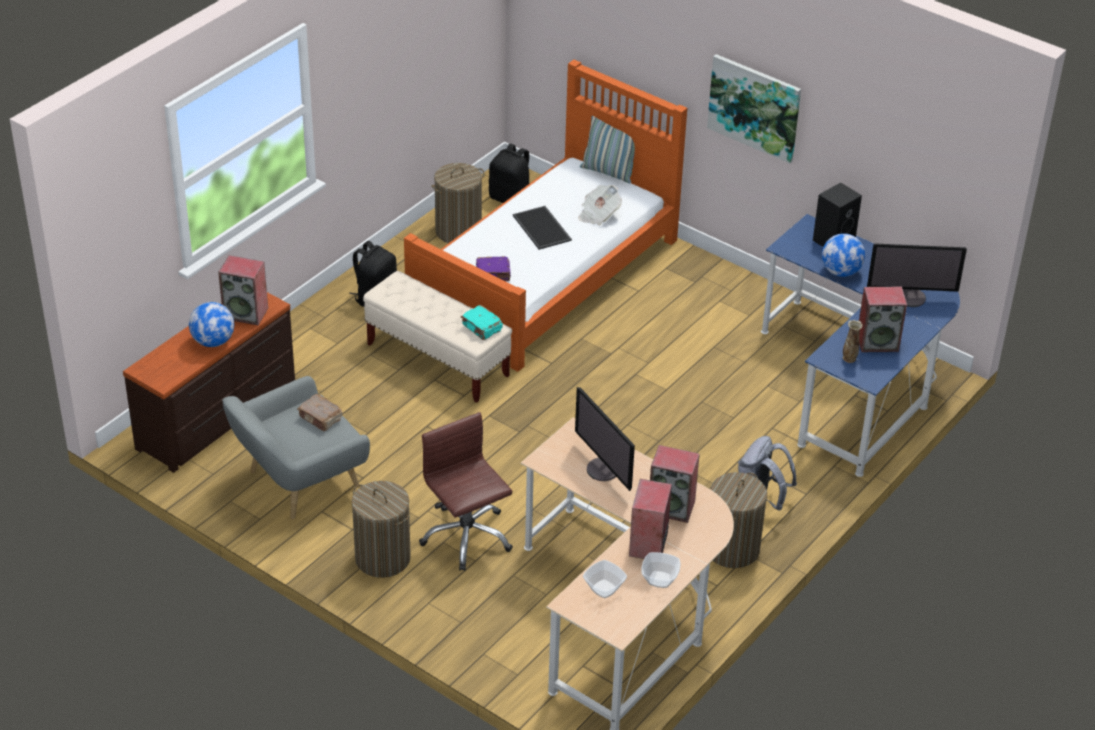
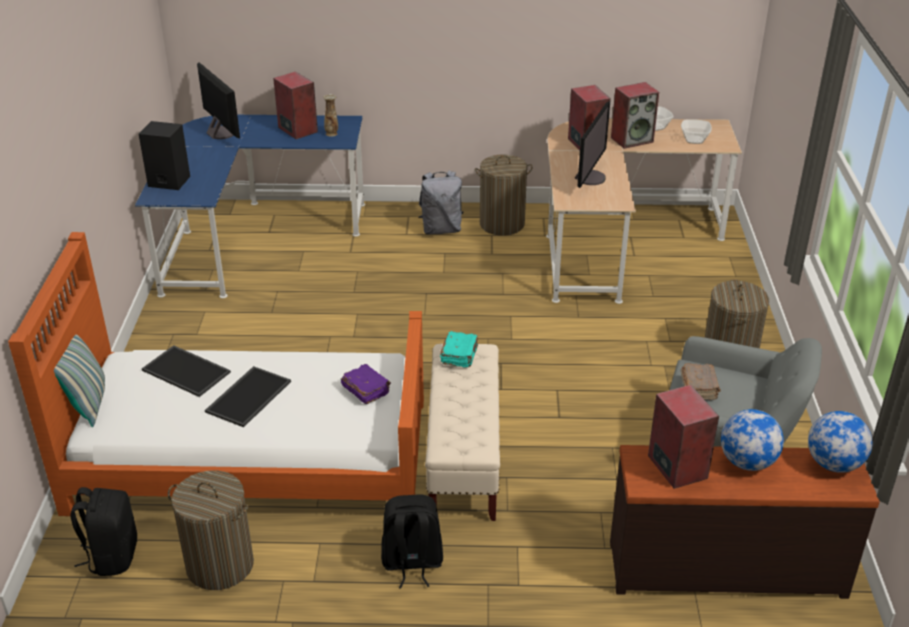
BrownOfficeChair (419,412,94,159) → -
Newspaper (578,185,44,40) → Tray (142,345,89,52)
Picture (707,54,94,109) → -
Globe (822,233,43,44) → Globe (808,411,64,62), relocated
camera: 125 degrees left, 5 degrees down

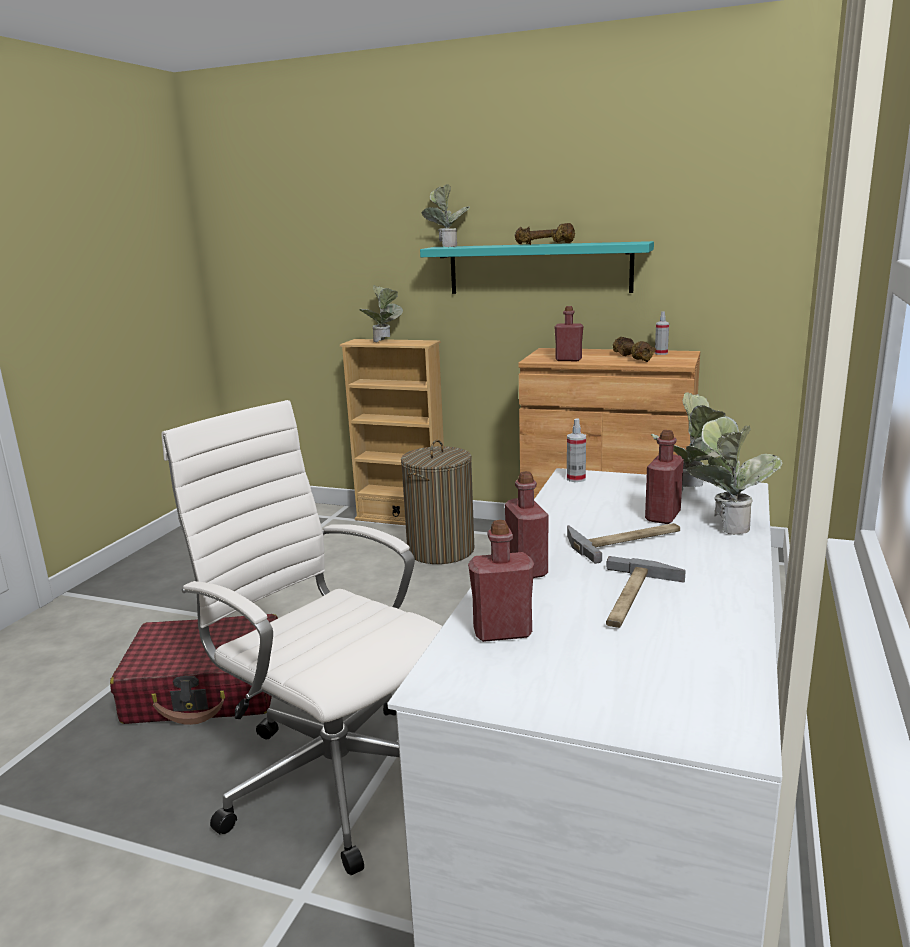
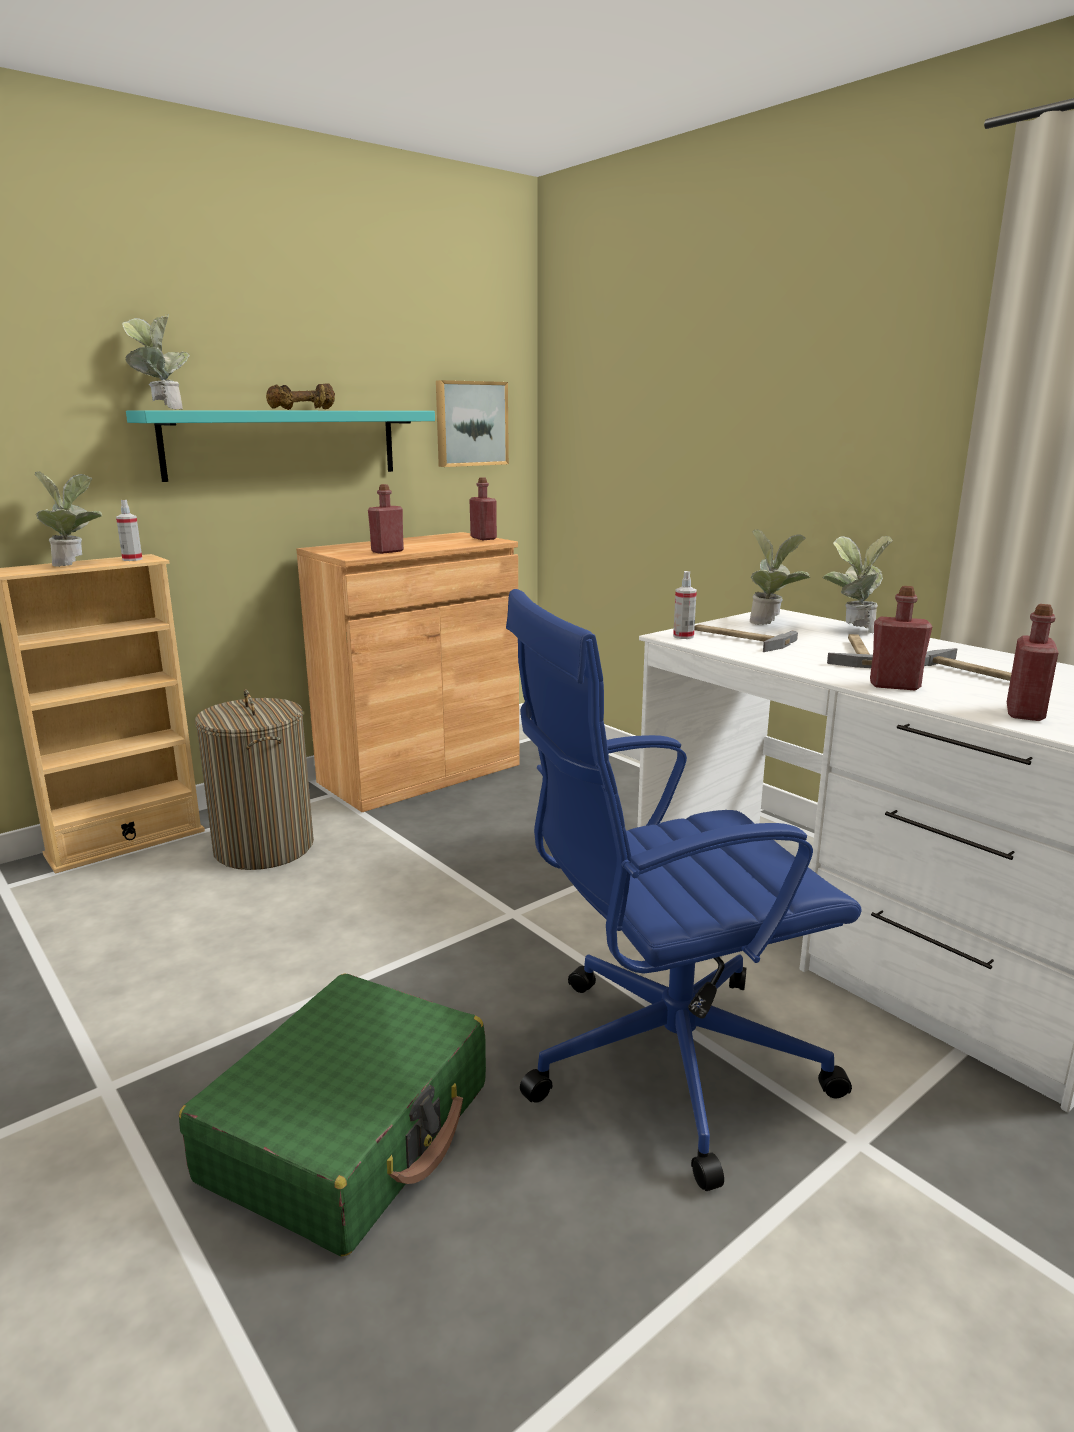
RedSuitcase (110,614,168,111) → GreenSuitcase (179,974,307,283)
WhiteOfficeChair (161,400,281,475) → BlueOfficeChair (506,589,356,602)
BrownDumbbell (613,337,43,25) → -
RedBottle (645,430,39,94) → RedBottle (469,477,28,63), relocated
SprayBottle (655,311,14,44) → SprayBottle (116,500,26,61), relocated
- → Picture (436,380,73,87)
- → Hammer (694,624,104,28)
camera: 60 degrees left, 0 degrees up

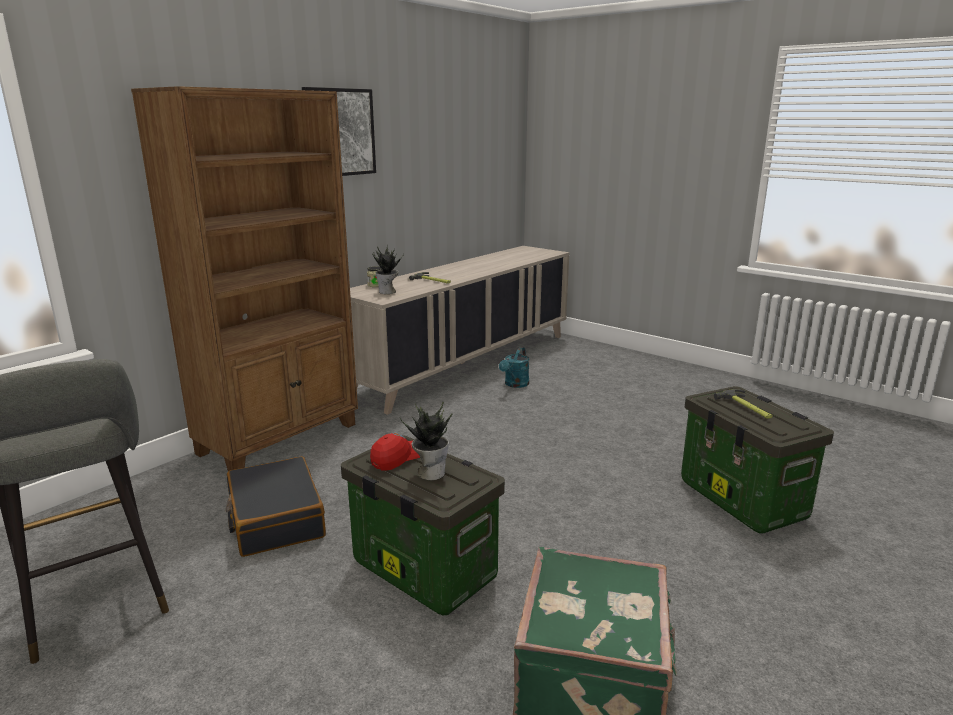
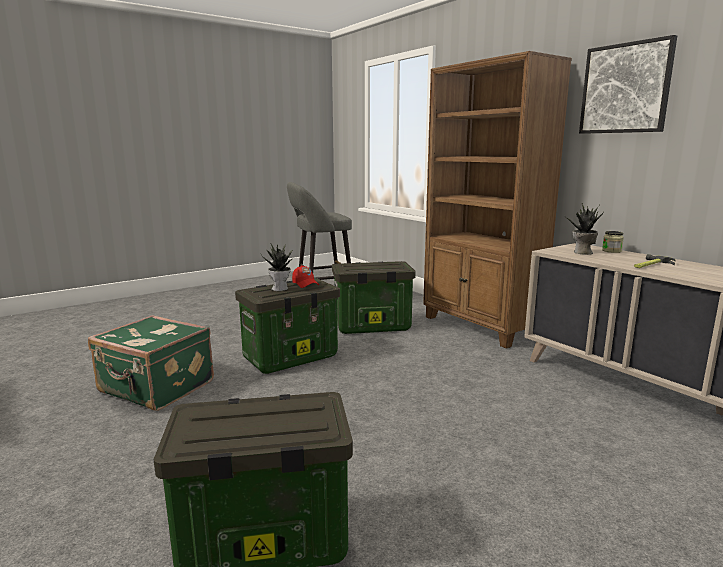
BlackSuitcase (226,456,100,101) → StorageBox (332,261,84,73)
TurquoiseWateringCan (499,347,30,41) → -
Hammer (714,389,59,30) → -
camera: 105 degrees right, 5 degrees down

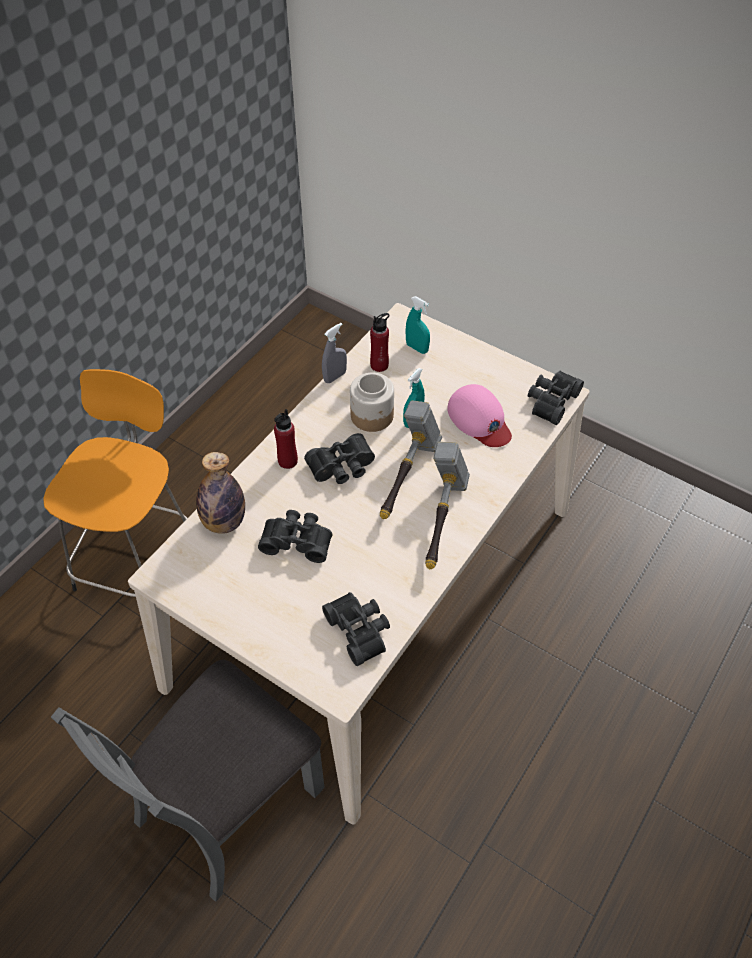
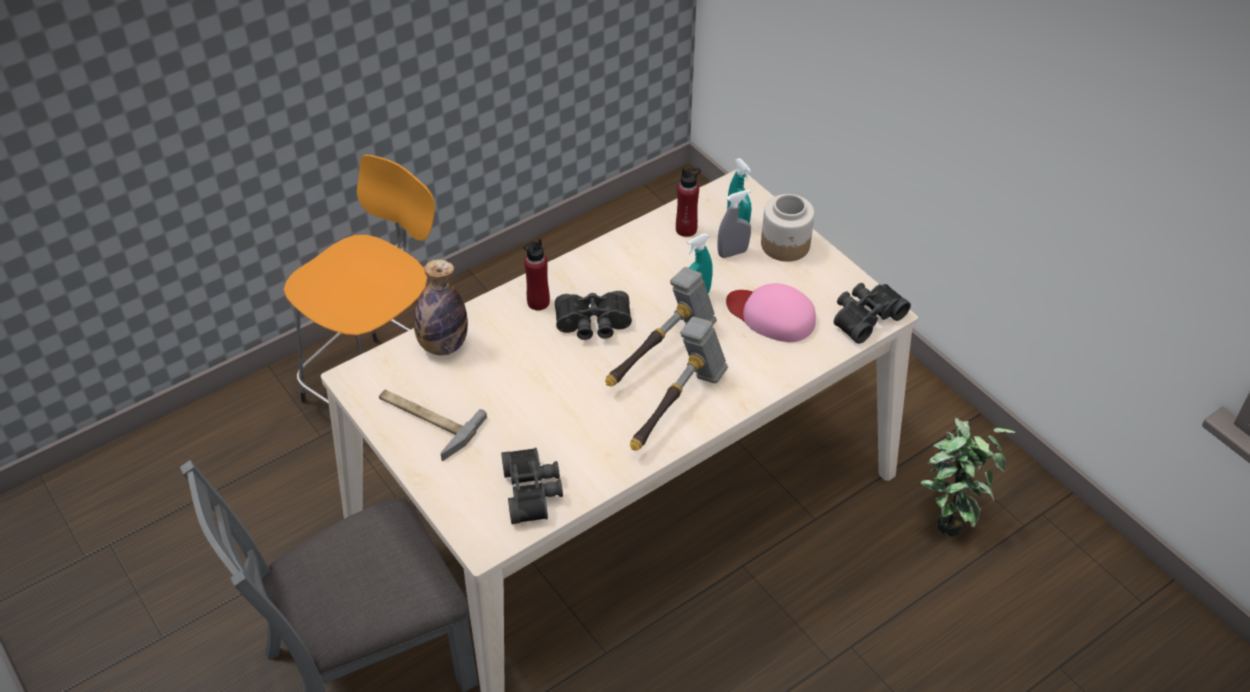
BlackBinoculars (258,510,75,53) → -
GreySprayBottle (322,323,25,60) → GreySprayBottle (718,190,33,68), relocated
Jar (350,373,44,59) → Jar (761,194,54,68), relocated
PinkCap (447,384,65,63) → PinkCap (726,283,90,59), 135 degrees clockwise
- → Hammer (379,390,108,71)
- → PottedPlant (921,418,94,119)
camera: 20 degrees right, 5 degrees down

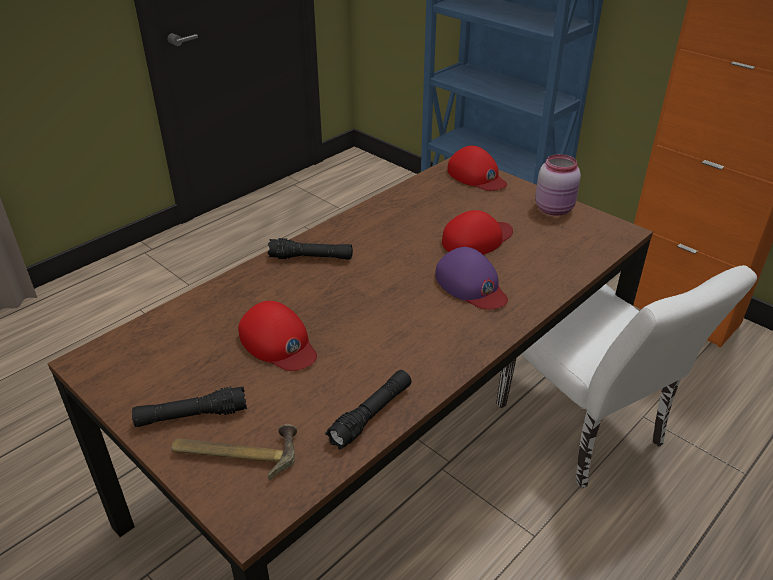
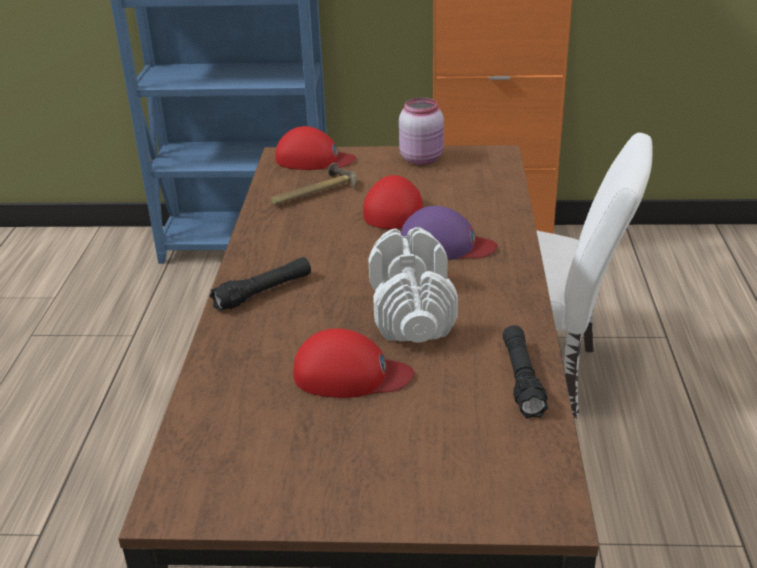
BlackFlashlight (132,386,115,41) → -
Hammer (172,424,125,57) → Hammer (271,163,86,42), relocated
- → WhiteDumbbell (368,227,90,116)
camera: 40 degrees left, 5 degrees down

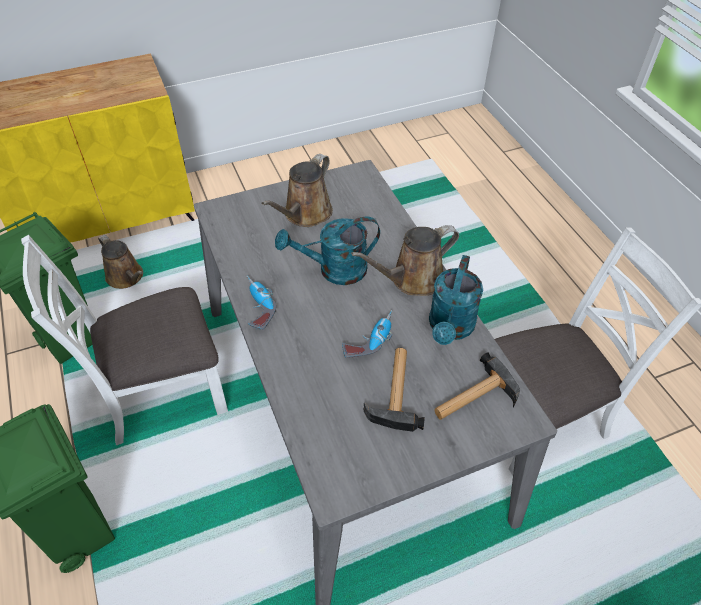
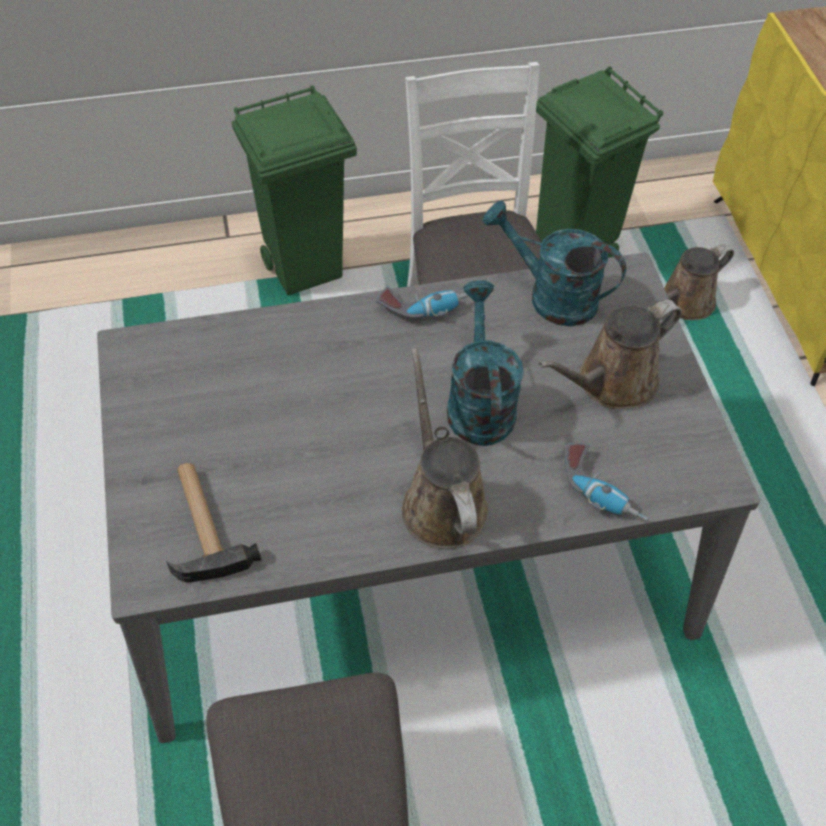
BrownWateringCan (261,154,72,73) → BrownWateringCan (539,300,143,109), 75 degrees counterclockwise
PowerDrill (342,310,51,48) → PowerDrill (565,443,83,78), relocated
Hammer (364,348,61,84) → -
TurquoiseWateringCan (429,255,54,90) → TurquoiseWateringCan (483,201,143,125), relocated
camera: 100 degrees right, 5 degrees up

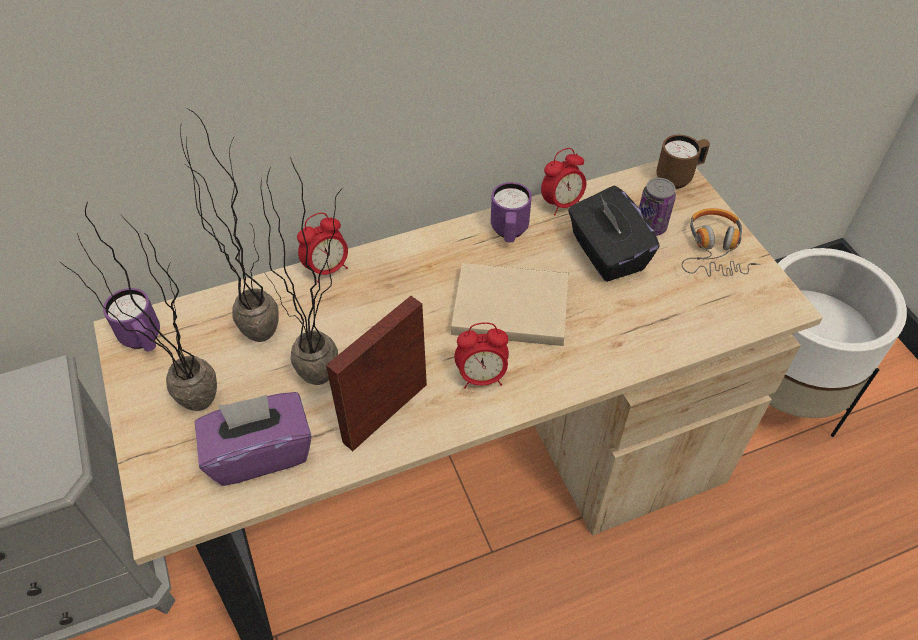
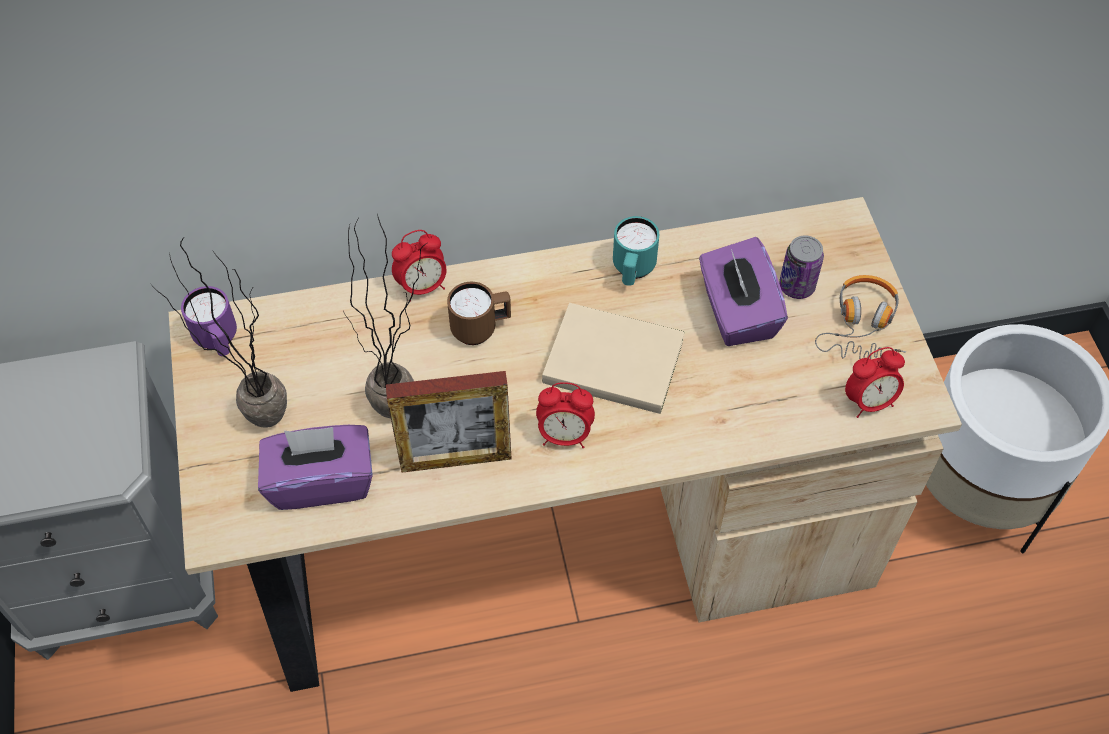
PottedPlant (180,107,99,235) → -
PictureFrame (326,296,101,155) → PictureFrame (386,371,126,102), 150 degrees counterclockwise
PurpleMug (491,182,41,61) → TurquoiseMug (613,216,47,70)
AlarmClock (541,148,45,67) → AlarmClock (845,347,60,71), relocated
BlackTissueBox (568,186,92,96) → PurpleTissueBox (699,237,89,109)
BrownMug (656,135,54,54) → BrownMug (447,282,64,63), relocated
camera: 10 degrees right, 5 degrees up

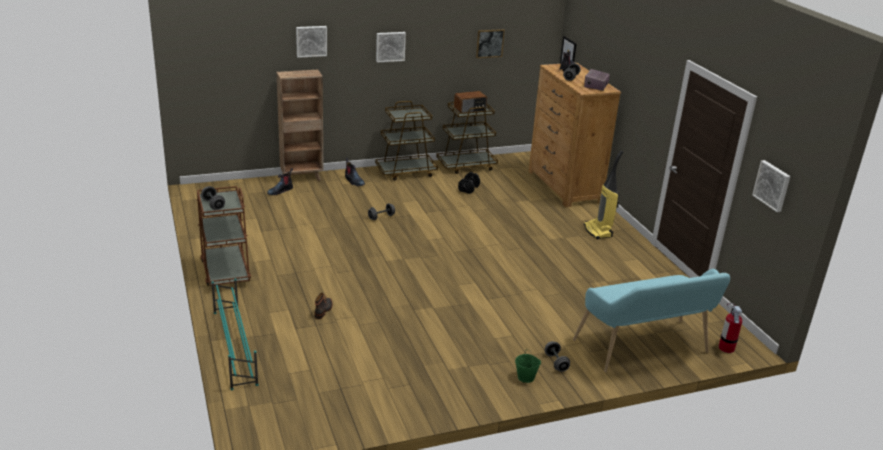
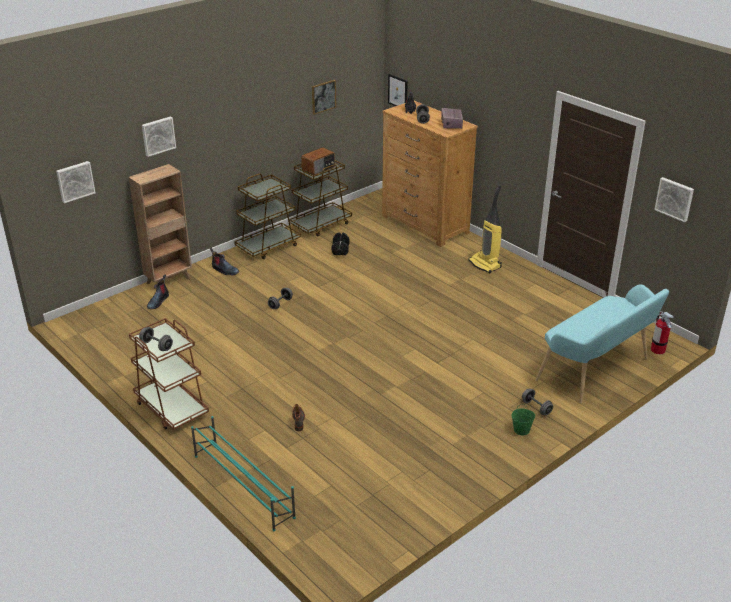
Picture (376,32,30,30) → Picture (56,161,39,42), relocated
camera: 20 degrees left, 5 degrees up

